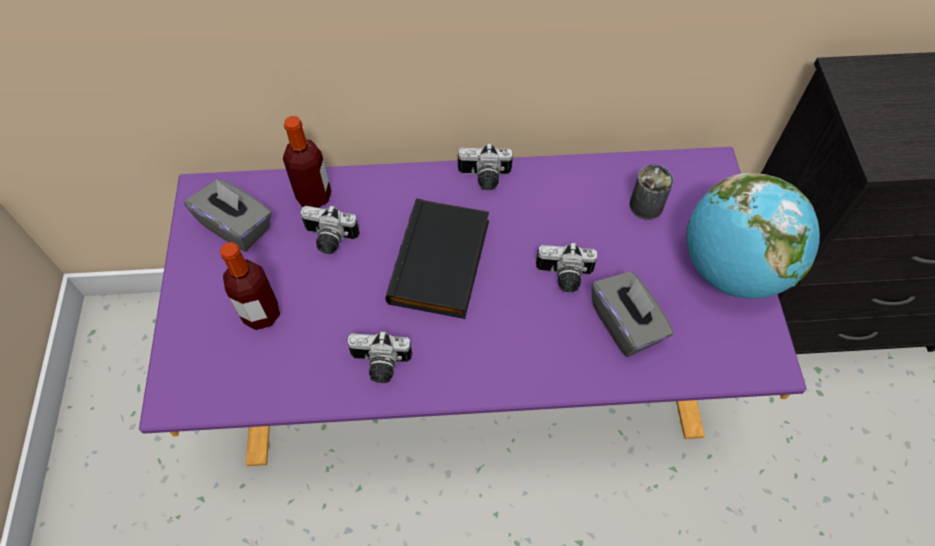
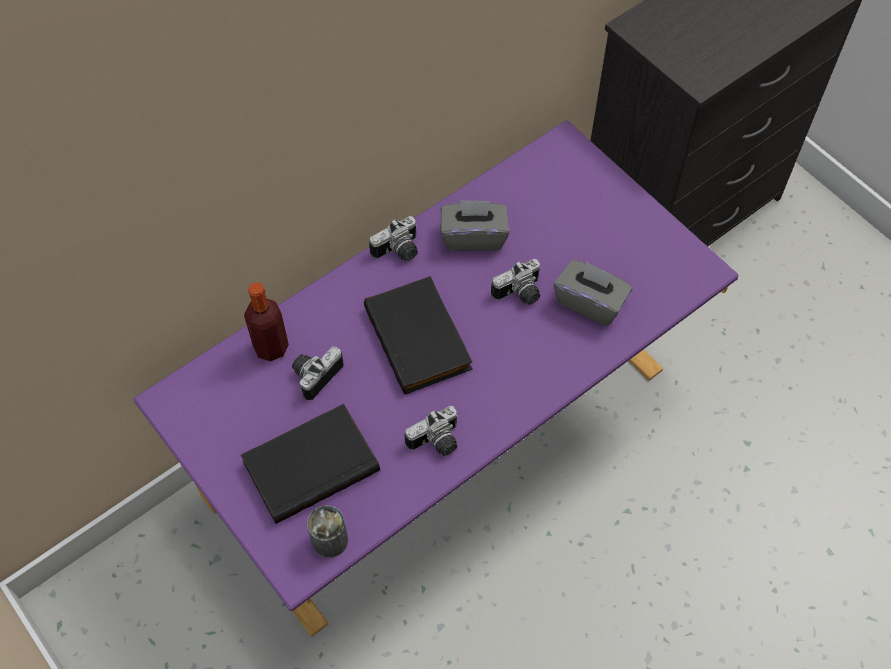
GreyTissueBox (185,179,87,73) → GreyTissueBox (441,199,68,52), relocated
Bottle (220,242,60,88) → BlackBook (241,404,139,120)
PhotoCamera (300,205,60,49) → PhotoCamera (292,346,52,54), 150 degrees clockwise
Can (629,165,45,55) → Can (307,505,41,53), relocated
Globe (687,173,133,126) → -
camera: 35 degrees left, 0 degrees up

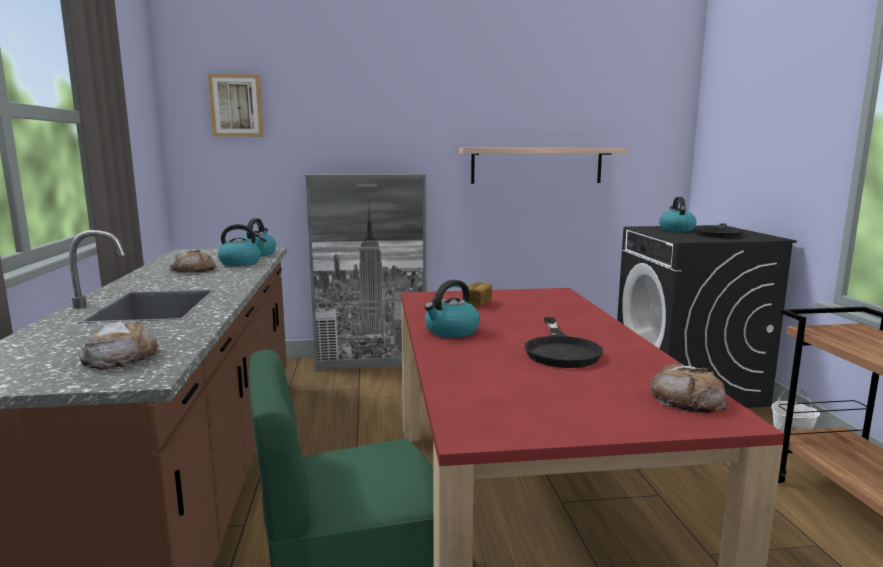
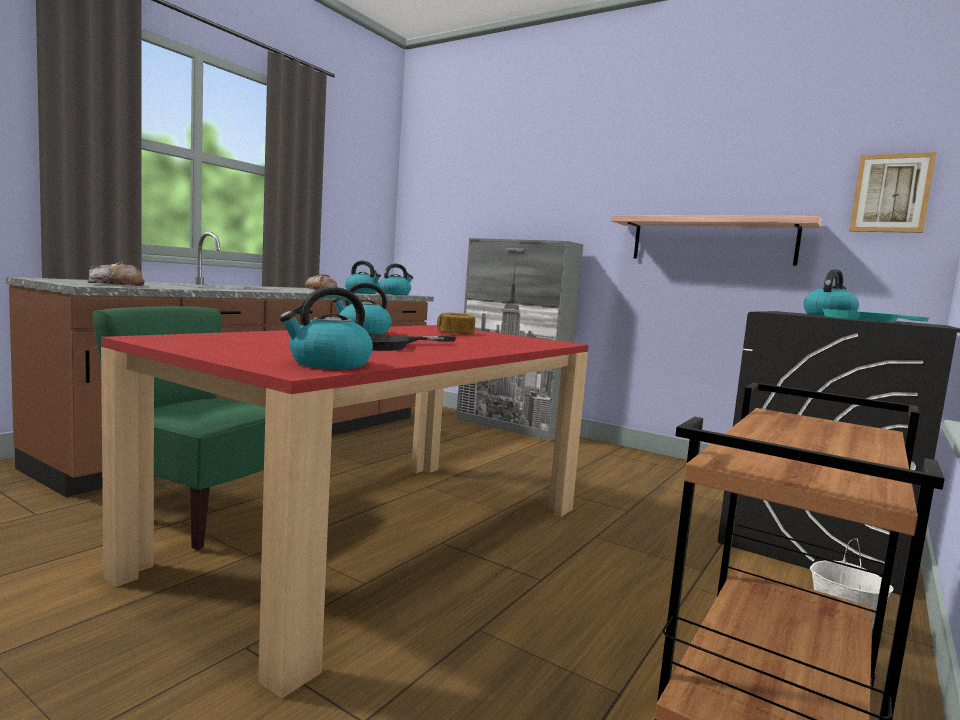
Picture (208,74,56,63) → Picture (849,152,87,81), relocated
Bread (650,363,77,50) → Kettle (279,287,94,82)
BlackFryingPan (694,223,50,15) → TurquoiseFryingPan (823,309,106,13)
camera: 40 degrees right, 5 degrees down

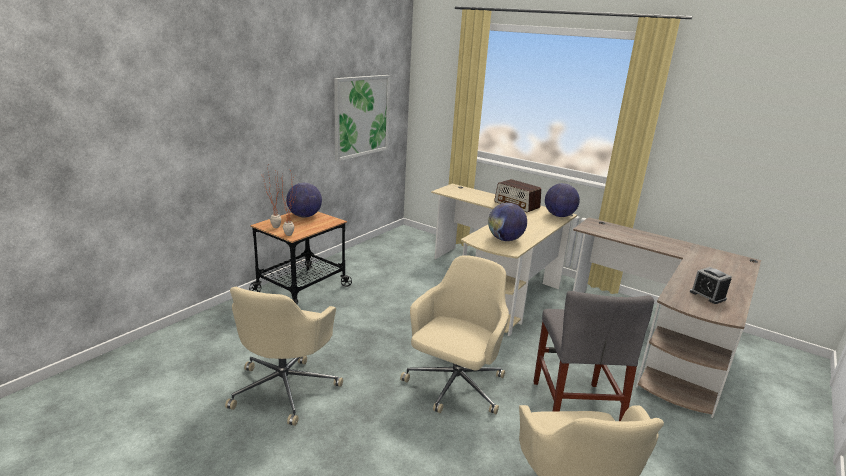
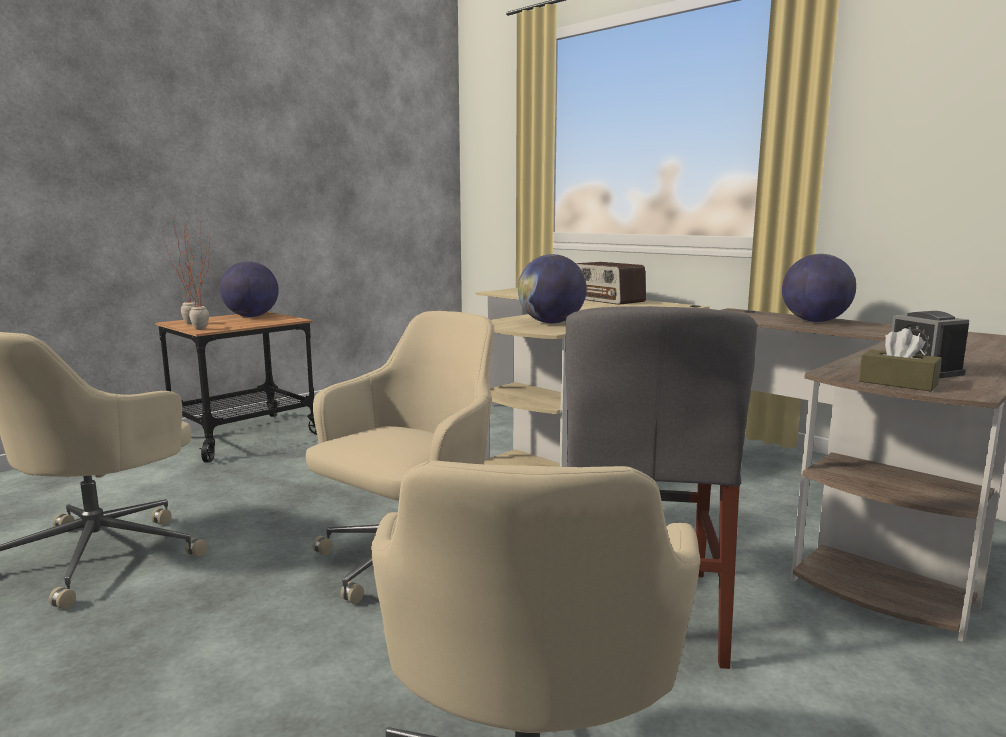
Picture (334,75,56,86) → -
Globe (545,183,35,34) → Globe (782,254,74,68), relocated
- → BrownTissueBox (859,328,83,64)
camera: 10 degrees right, 10 degrees down

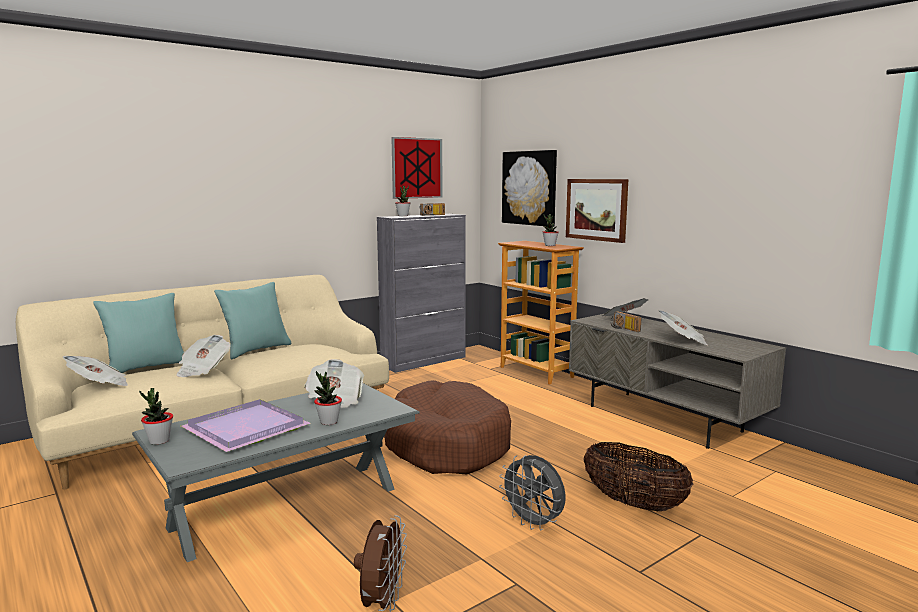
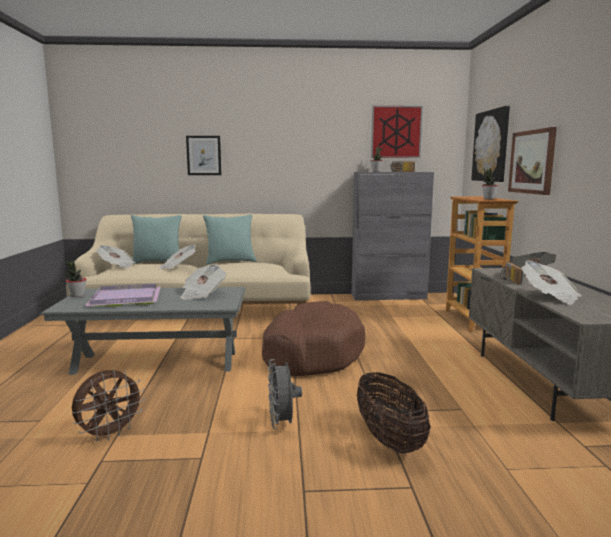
PottedPlant (314,371,28,54) → -
- → Picture (186,136,35,39)
camera: 35 degrees right, 0 degrees up

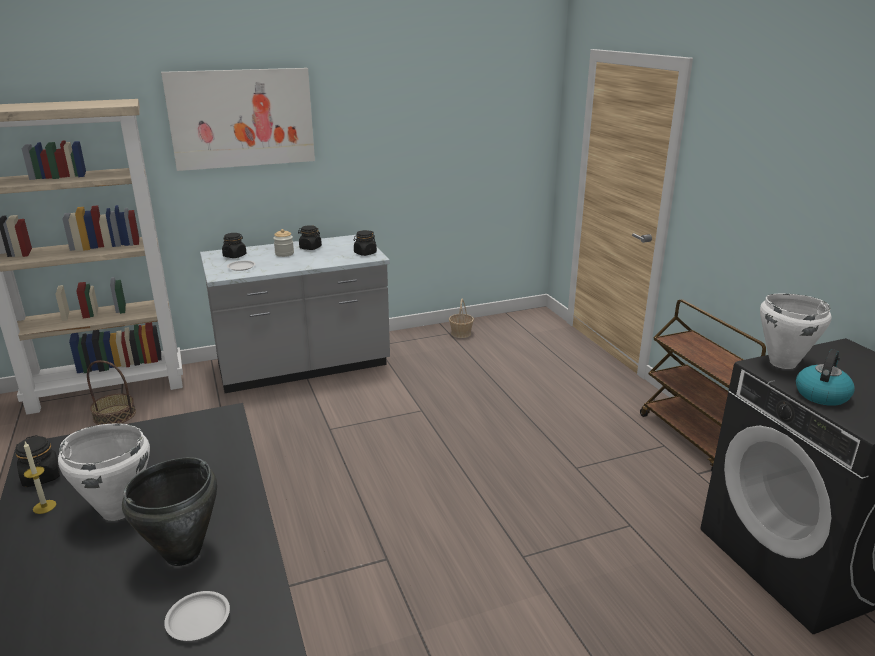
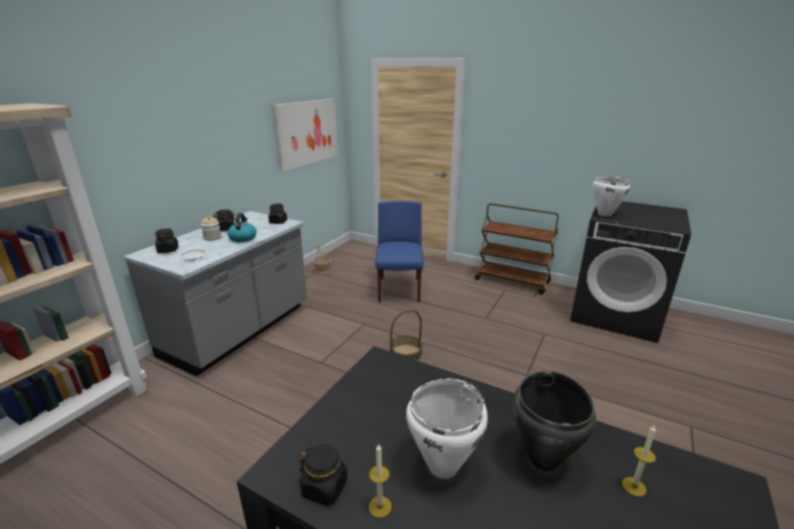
Basket (87,360,49,65) → Basket (390,309,33,52), relocated
Picture (161,68,154,103) → Picture (272,99,66,72), relocated
WhitePlate (164,591,66,50) → Candle (622,425,34,72)
Kettle (796,349,59,57) → Kettle (227,213,30,29), relocated
- → BlueChair (375,201,49,102)
camera: 40 degrees left, 0 degrees up

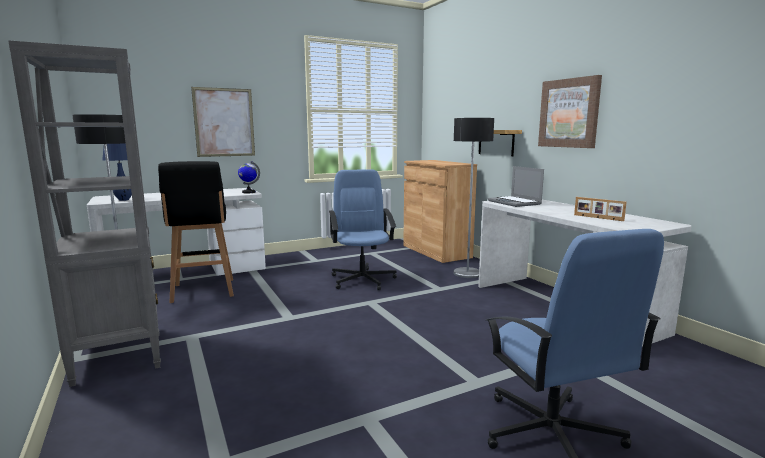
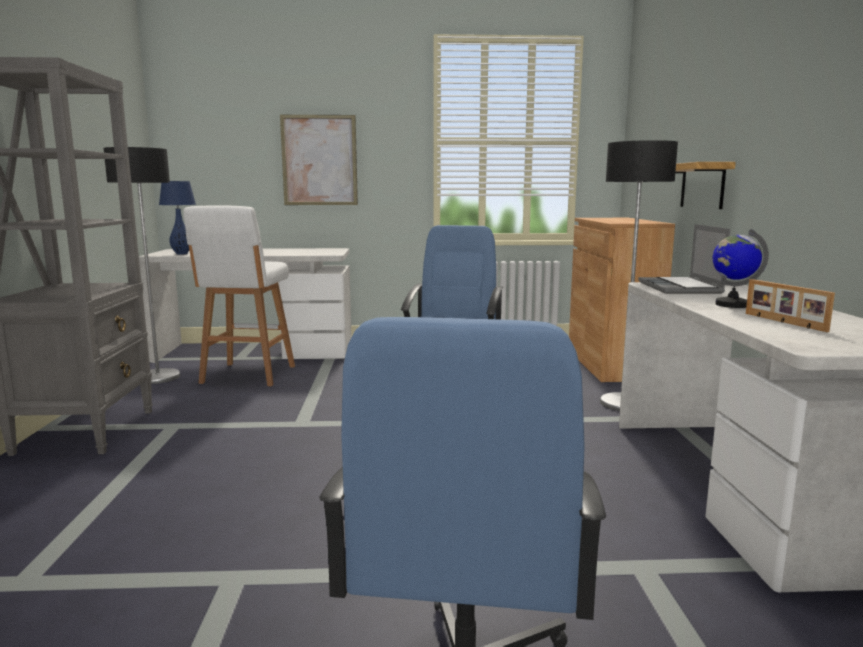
BlackStool (158,161,76,142) → WhiteStool (183,206,112,180)
Globe (238,161,22,33) → Globe (713,229,56,79), relocated
Picture (538,75,64,73) → -
camera: 25 degrees right, 0 degrees up

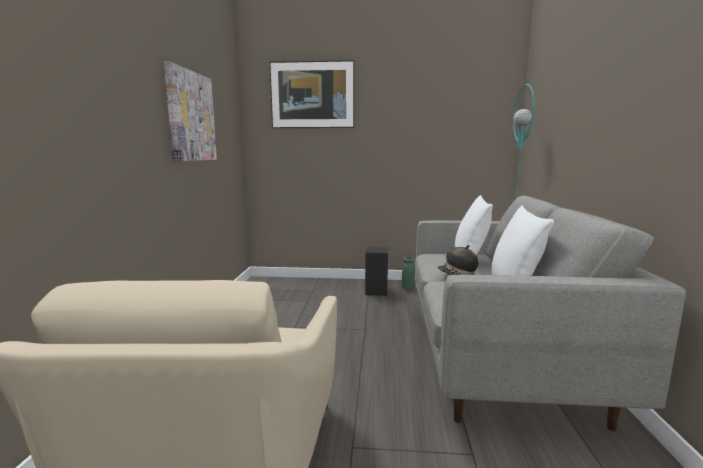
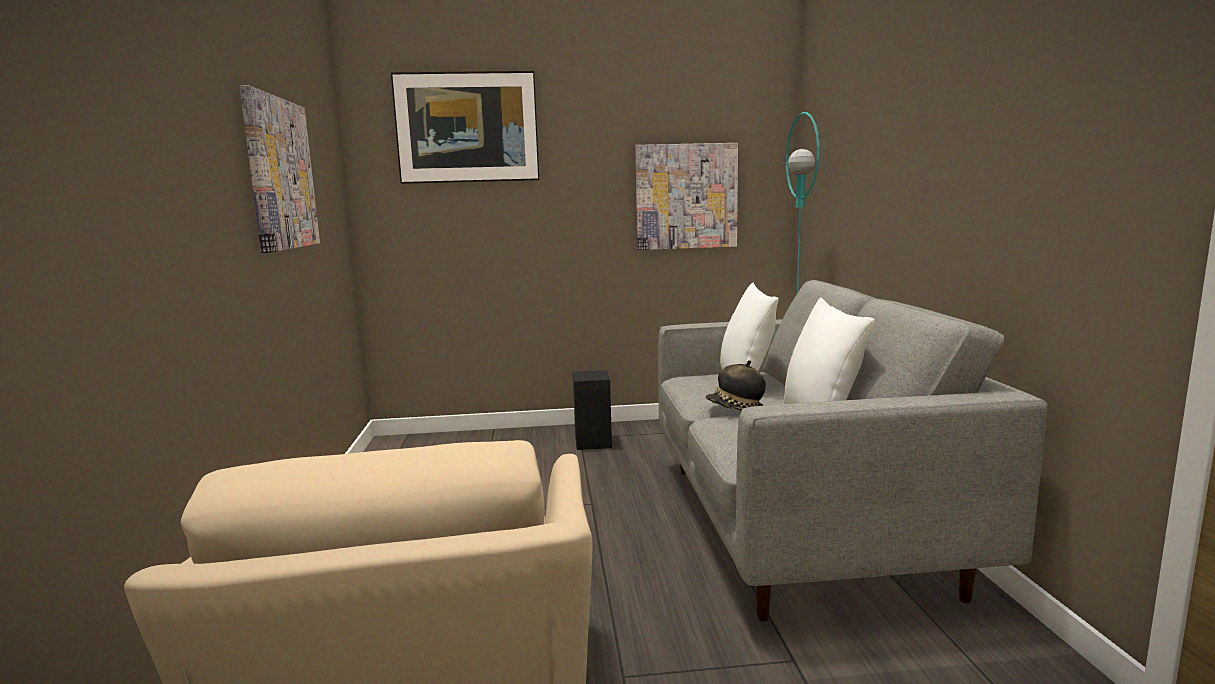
GreenVase (402,257,13,33) → -
- → Picture (635,143,103,107)
camera: 10 degrees left, 0 degrees up

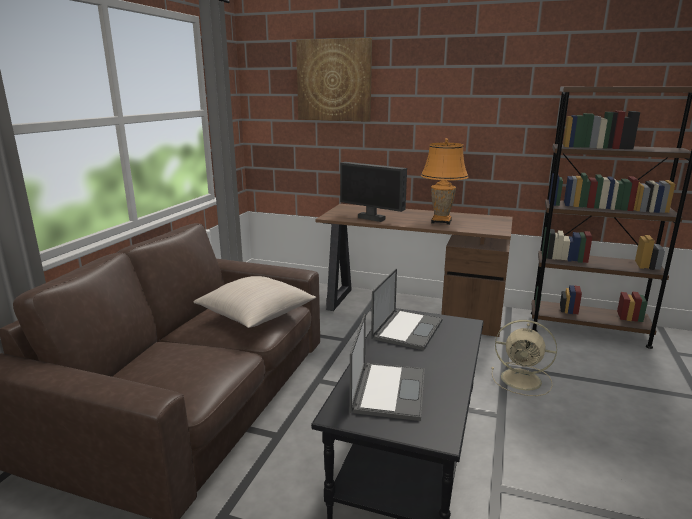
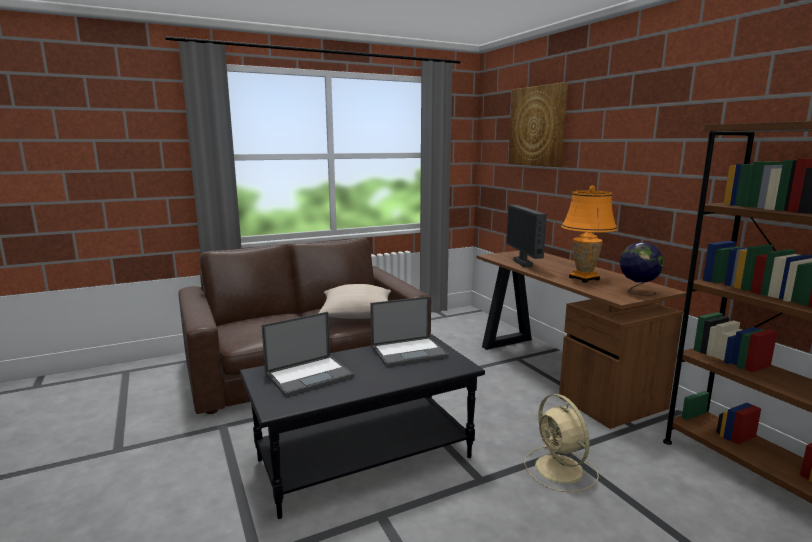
- → Globe (619,242,45,54)
camera: 45 degrees right, 5 degrees down

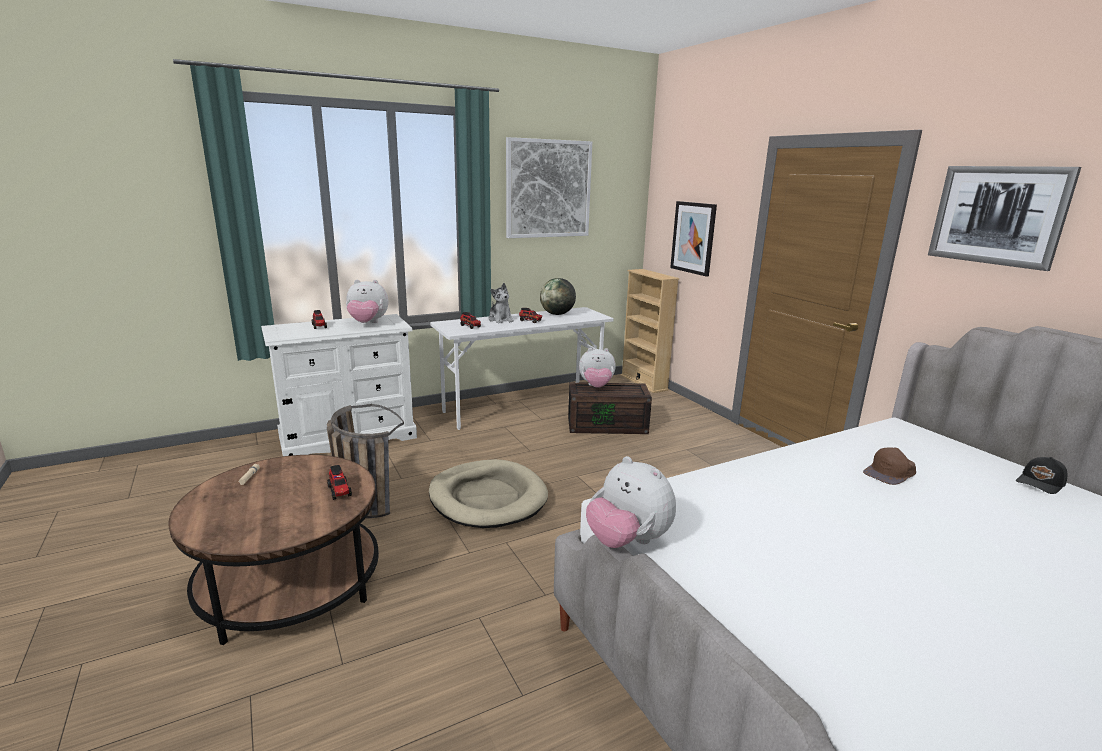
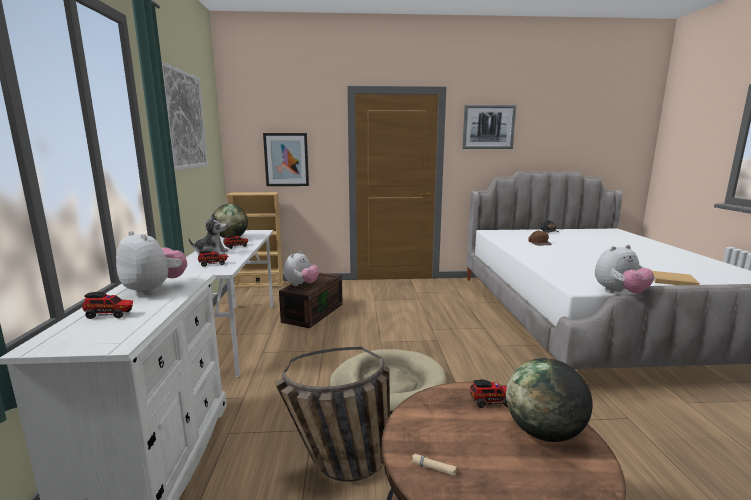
PlushToy (346,280,42,43) → PlushToy (116,231,71,64), 75 degrees counterclockwise
- → Globe (506,358,87,84)
- → BeigeBook (652,271,48,14)
camera: 65 degrees left, 5 degrees down

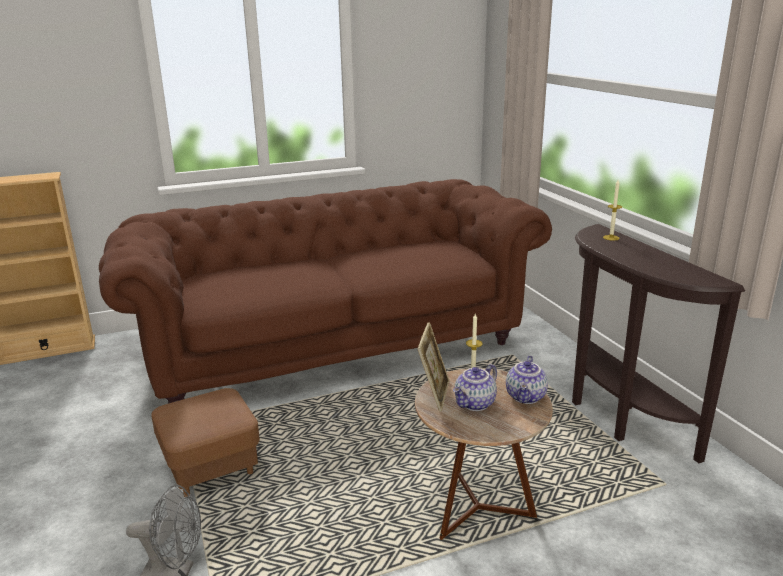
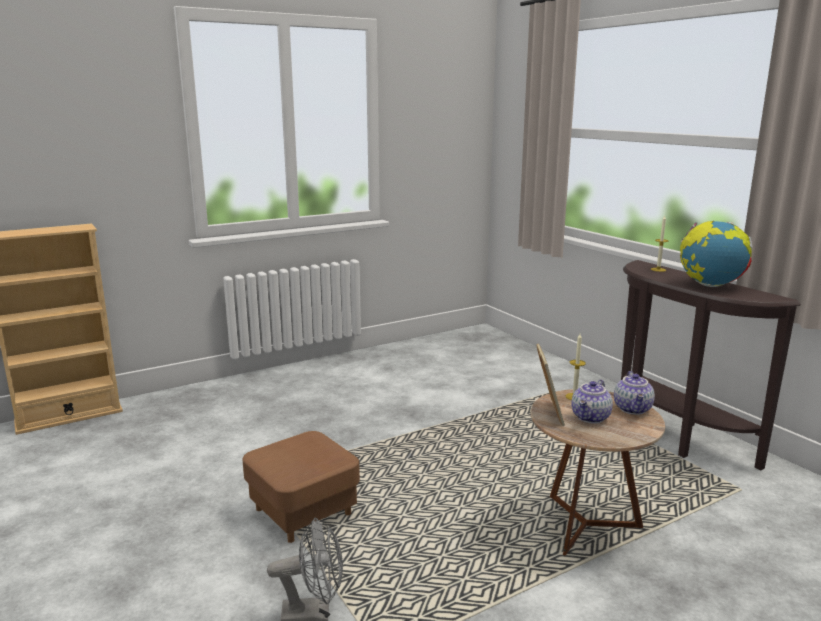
BrownSofa (99,179,453,225) → -
- → Globe (680,221,73,66)
camera: 10 degrees left, 5 degrees down

